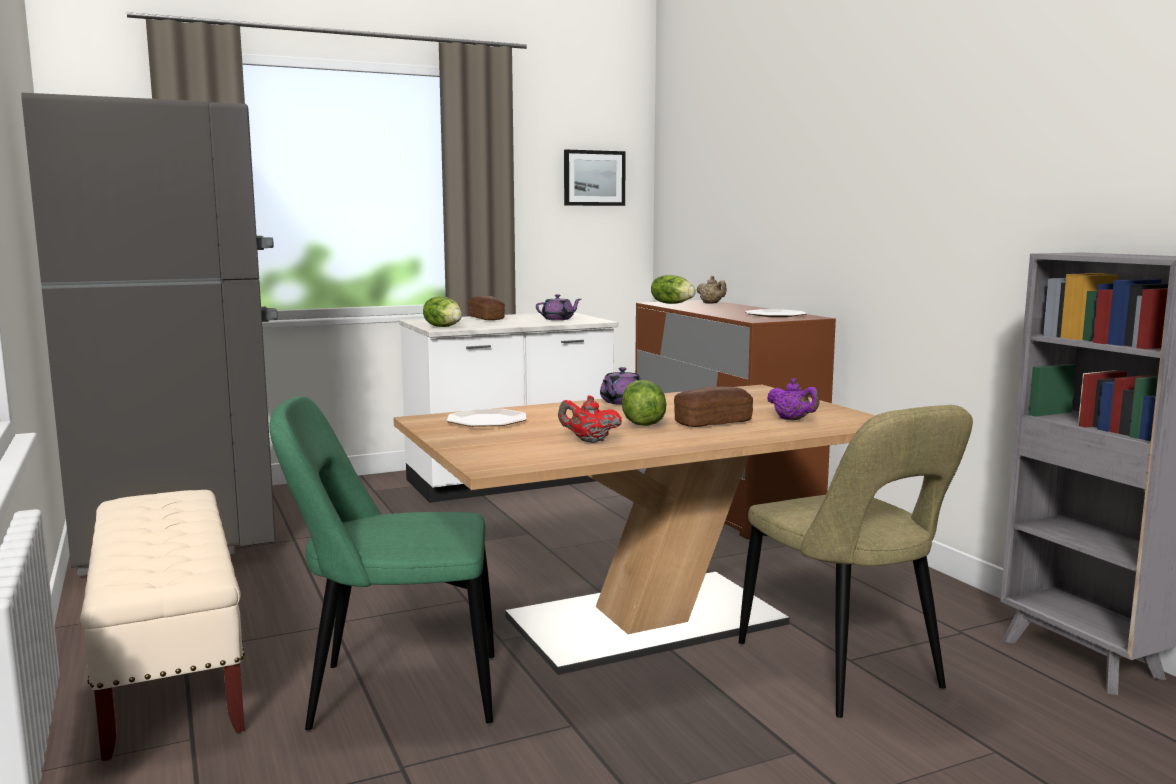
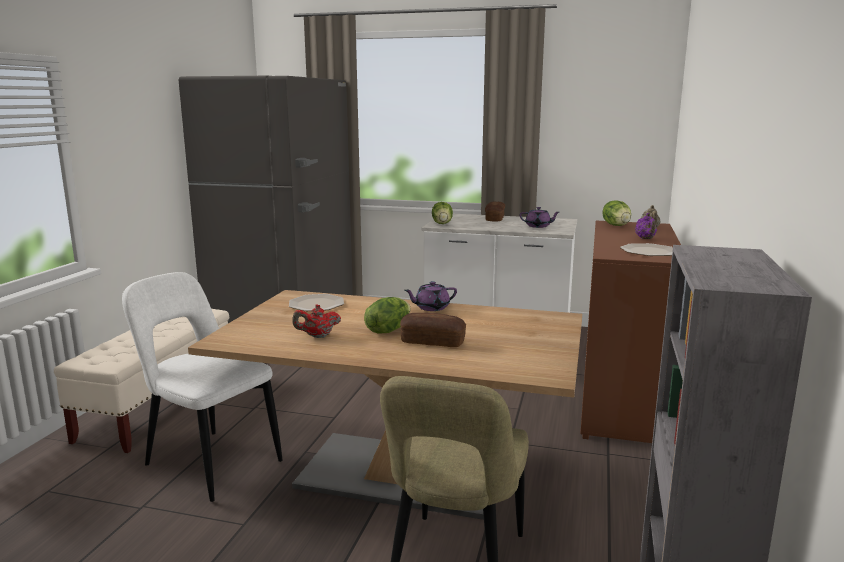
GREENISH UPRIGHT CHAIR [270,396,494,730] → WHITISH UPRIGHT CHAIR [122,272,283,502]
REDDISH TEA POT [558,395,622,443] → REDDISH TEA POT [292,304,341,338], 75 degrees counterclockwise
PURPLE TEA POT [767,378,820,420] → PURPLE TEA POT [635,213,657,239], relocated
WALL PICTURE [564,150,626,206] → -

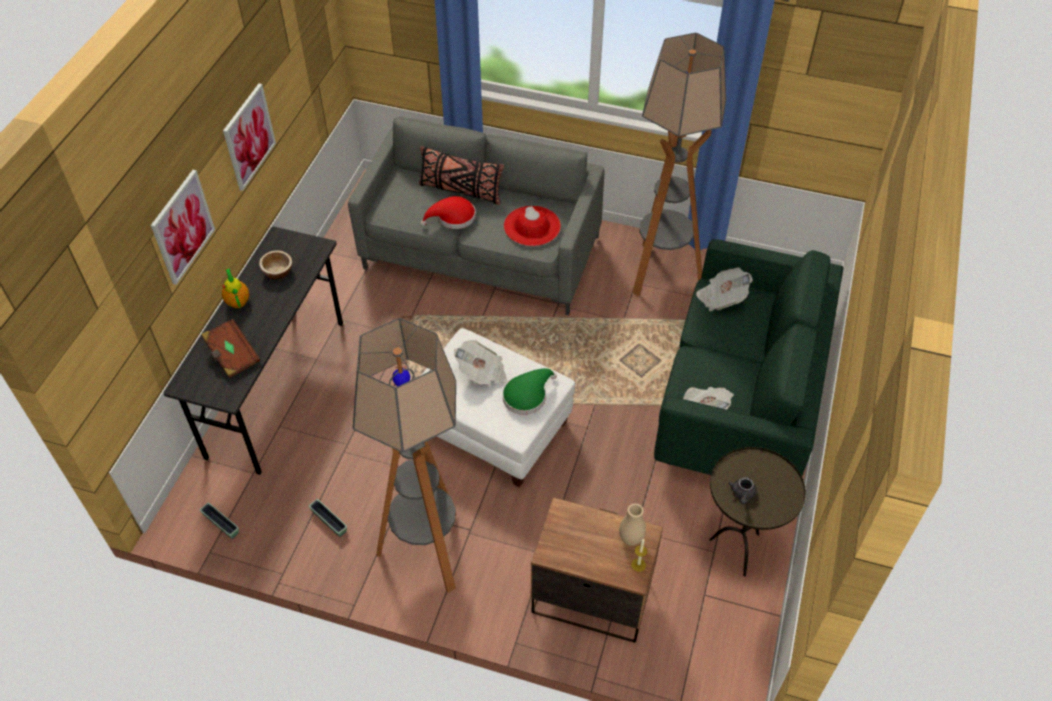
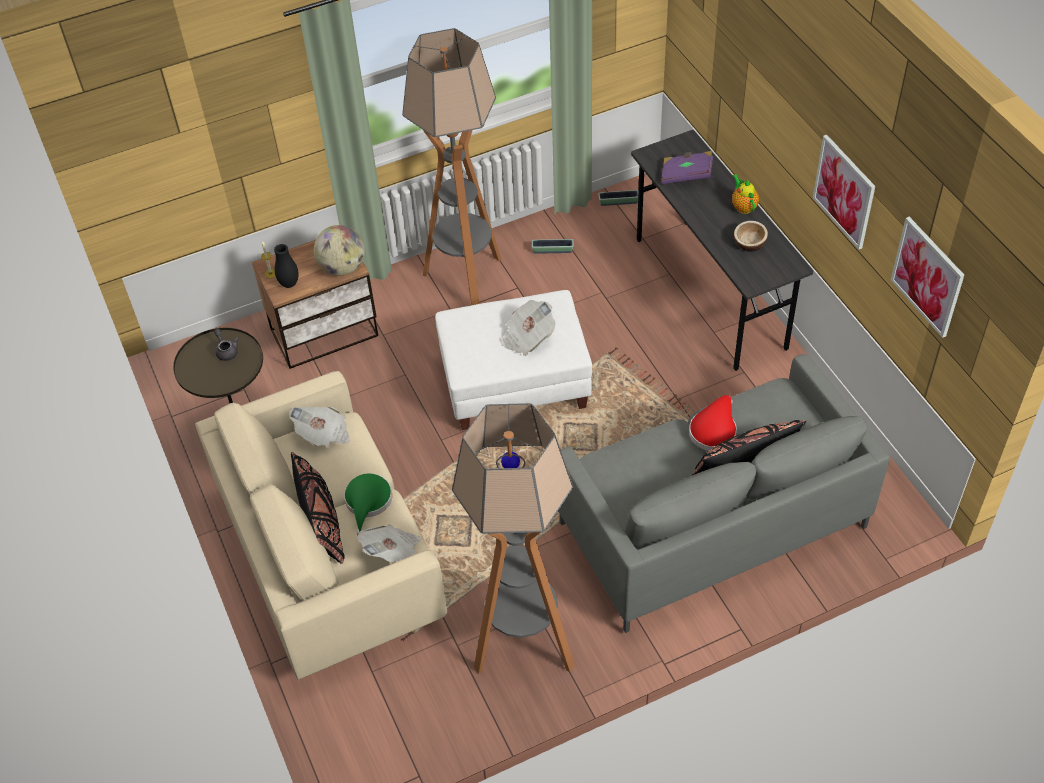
GREENISH SOFA [654,239,843,476] → BEIGE SOFA [195,371,447,680]
BEIGE FLOWER VASE [619,503,646,546] → BLACK FLOWER VASE [274,244,299,288]
- → BLACK THROW PILLOW [291,452,345,564]
- → DESK GLOBE [314,225,365,276]
GREENISH HAT [503,368,557,415] → GREENISH HAT [344,474,392,535], relocated
BROWNISH BOUND BOOK [201,319,260,378] → PURPLE BOUND BOOK [661,151,713,184]
TEA POT [222,268,249,308] → TEA POT [732,174,759,214], 135 degrees counterclockwise
WALL PICTURE [151,170,215,285] → WALL PICTURE [891,217,964,338], relocated
REDDISH HAT [504,206,561,246] → -

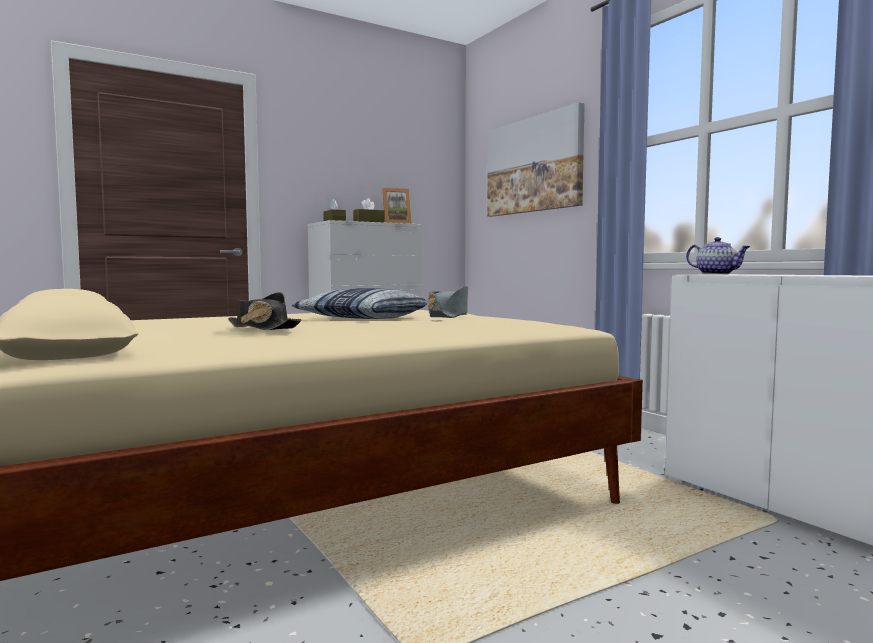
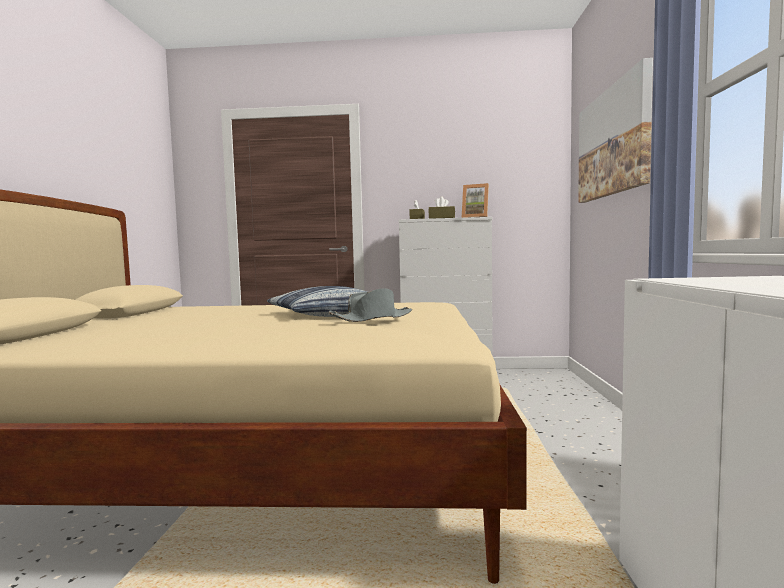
BLACK HAT [228,292,302,330] → -
TEA POT [686,237,750,274] → -

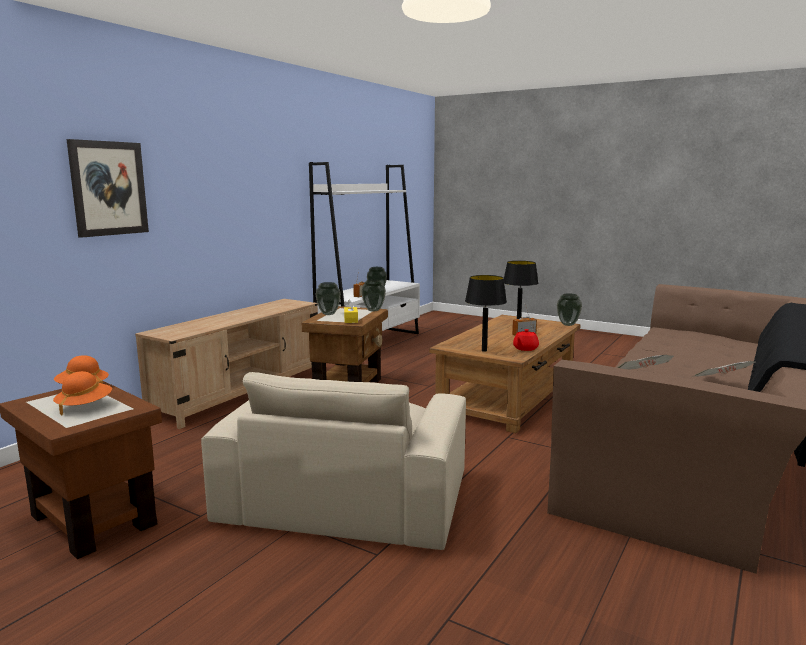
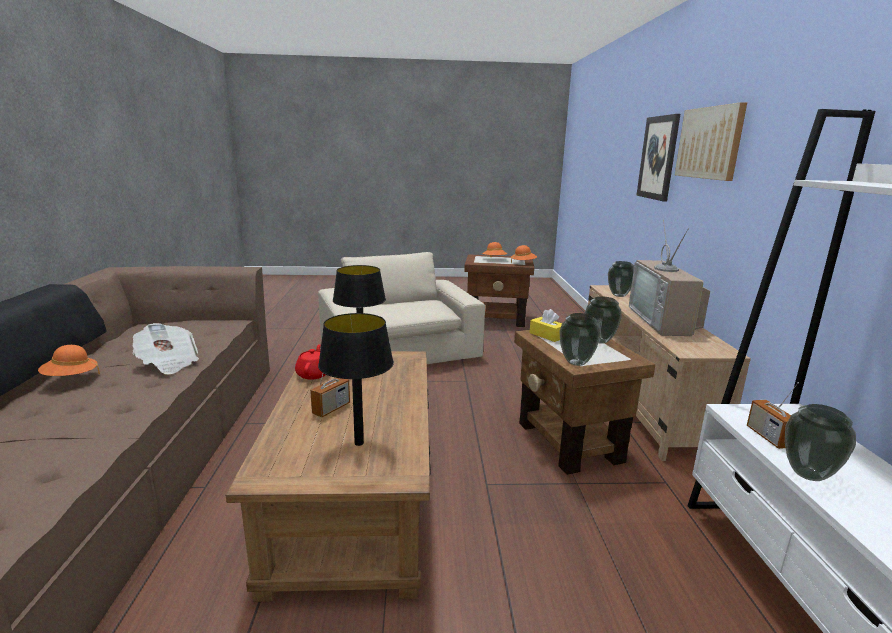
DAILY PAPER [692,361,756,377] → ORANGE HAT [38,345,100,376]
FLOWER VASE [557,294,582,326] → FLOWER VASE [608,261,634,297], relocated
- → TELEVISION [629,220,710,336]
- → WALL PICTURE [675,102,747,181]

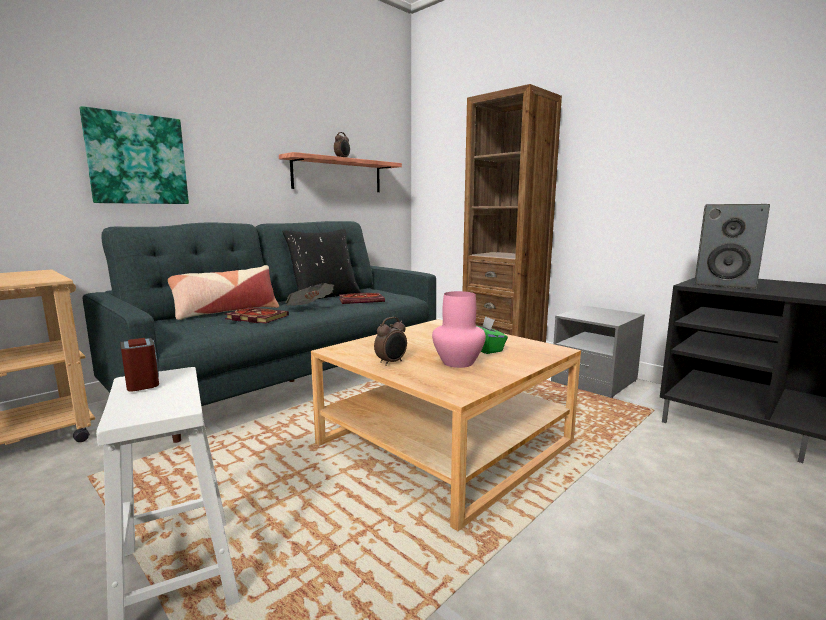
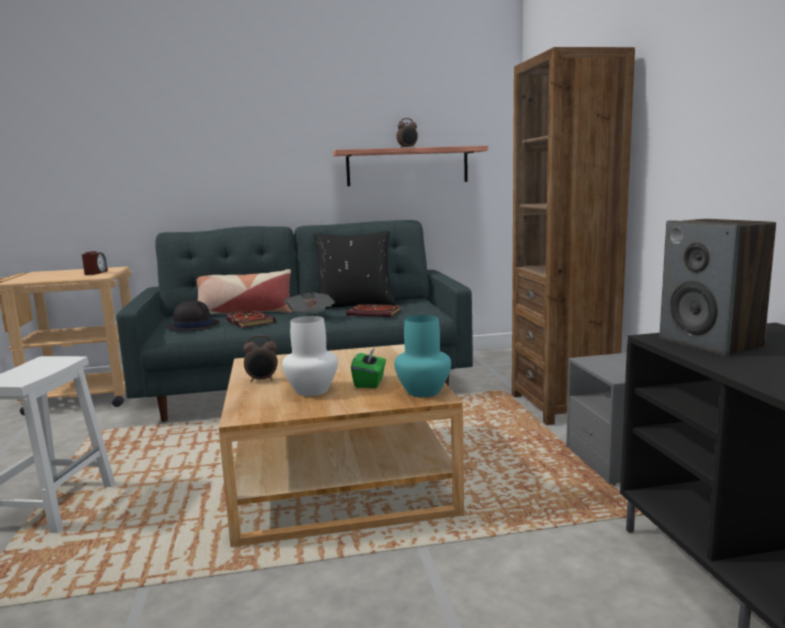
ALARM CLOCK [120,338,159,391] → ALARM CLOCK [82,251,108,275], relocated
- → BLACK HAT [166,300,220,331]
PINK FLOWER VASE [432,291,486,368] → WHITISH FLOWER VASE [282,316,338,396]
- → TURQUOISE-COLOURED FLOWER VASE [394,315,451,397]
WALL PICTURE [80,106,189,204] → -

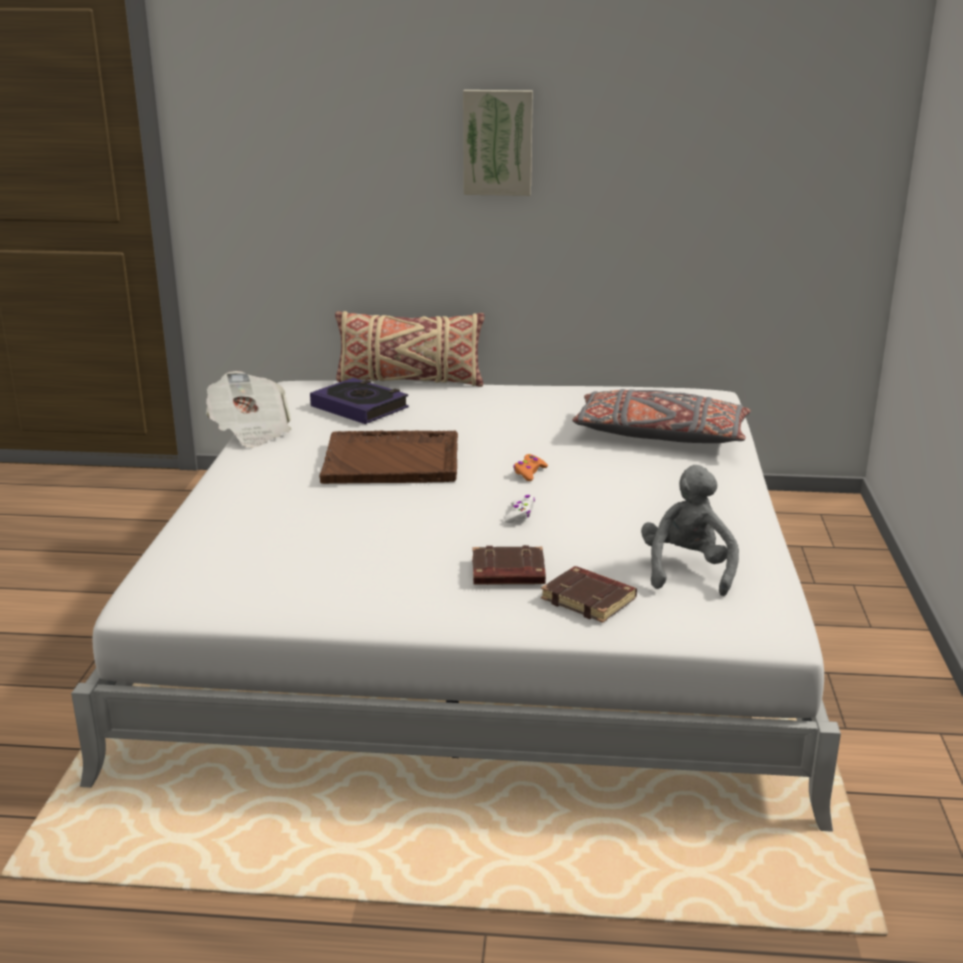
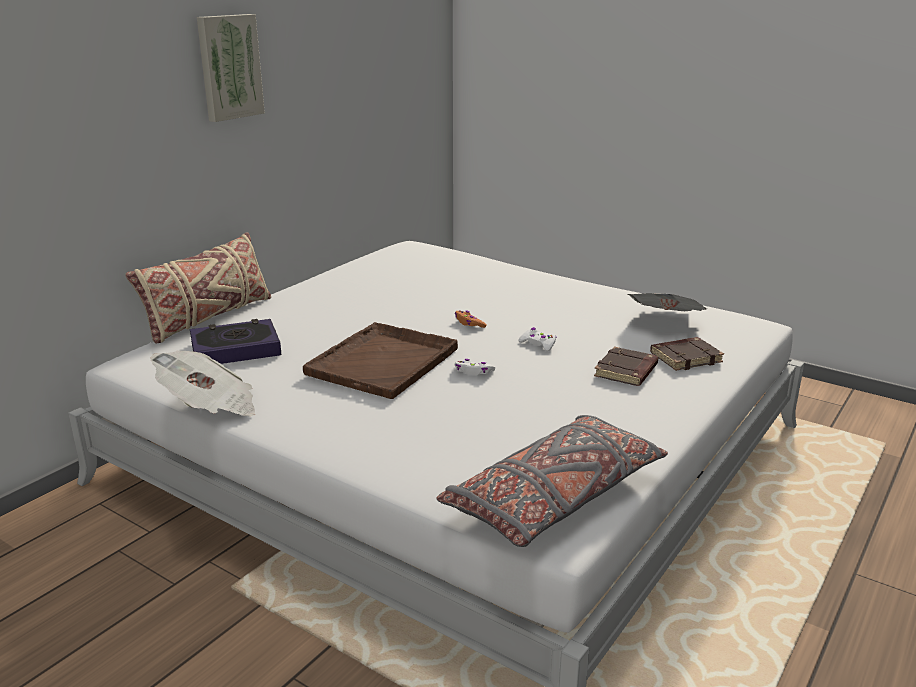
GRAY THROW PILLOW [573,389,751,443] → GRAY THROW PILLOW [436,415,668,547], relocated
- → WHITISH GAME CONTROLLER [455,359,495,375]
GRAY PLUSH TOY [641,465,739,596] → DAILY PAPER [628,293,707,311]

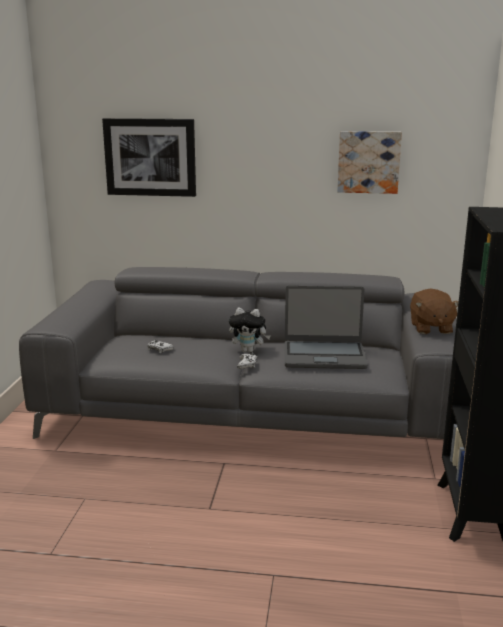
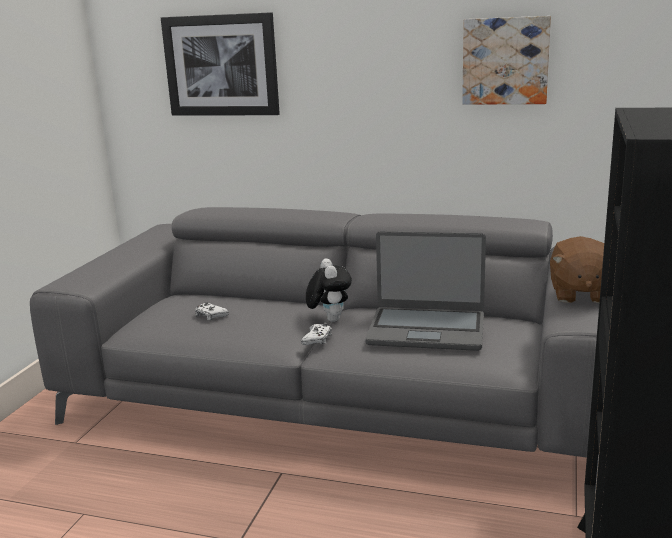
PLUSH TOY [229,308,270,353] → PLUSH TOY [306,258,352,322], 120 degrees counterclockwise

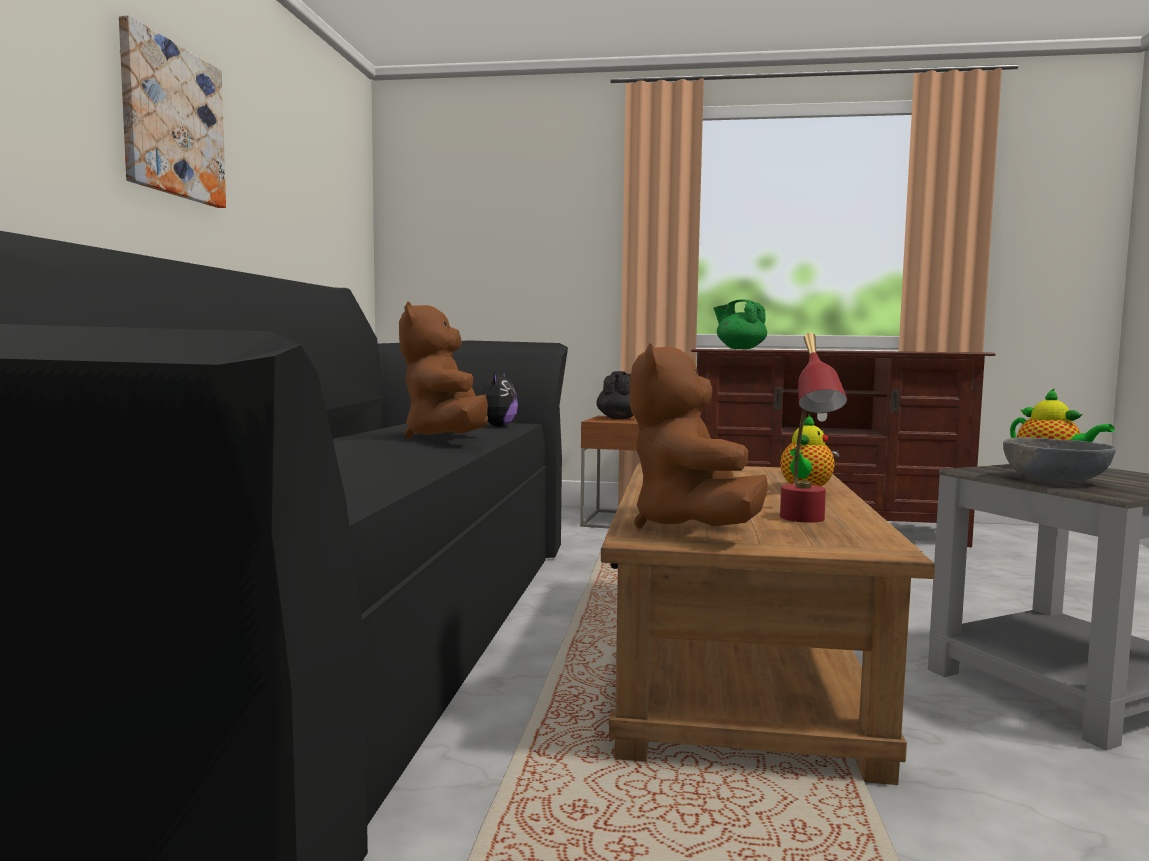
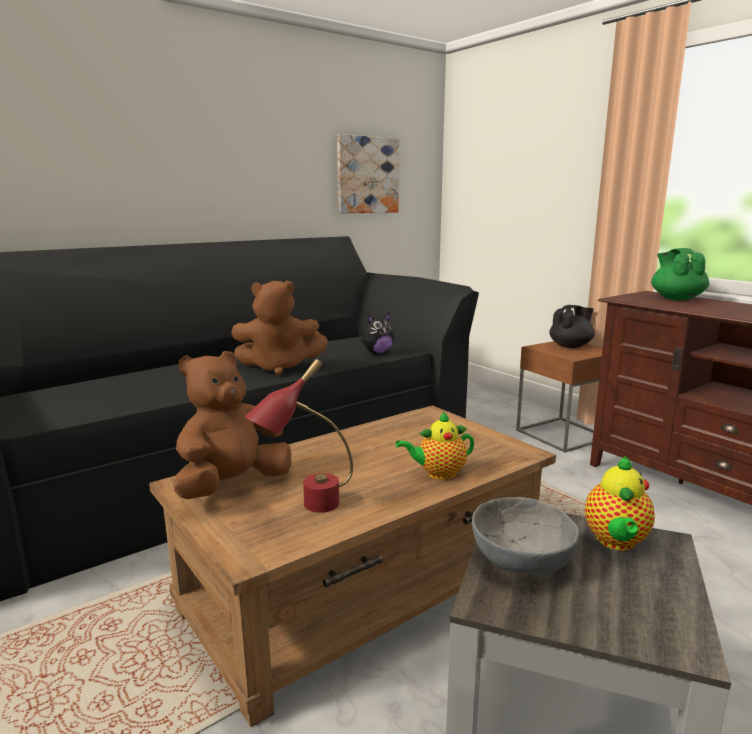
BROWNISH PLUSH TOY [399,302,488,438] → BROWNISH PLUSH TOY [231,281,328,375], 135 degrees counterclockwise
WALL PICTURE [119,15,226,208] → WALL PICTURE [337,134,399,214], relocated

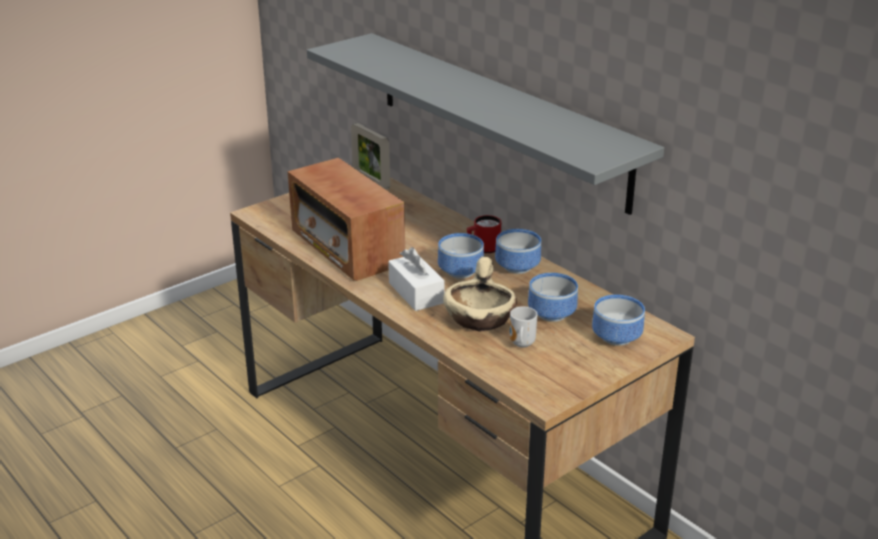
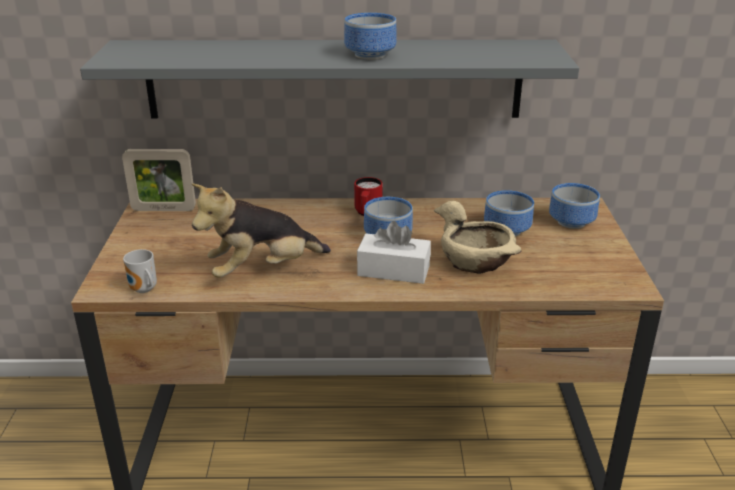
MUG [510,306,538,348] → MUG [123,249,157,293], relocated
RADIO SET [287,158,405,281] → PLUSH TOY [192,183,331,278]
SERVING BOWL [495,229,541,274] → SERVING BOWL [344,13,396,60], relocated

